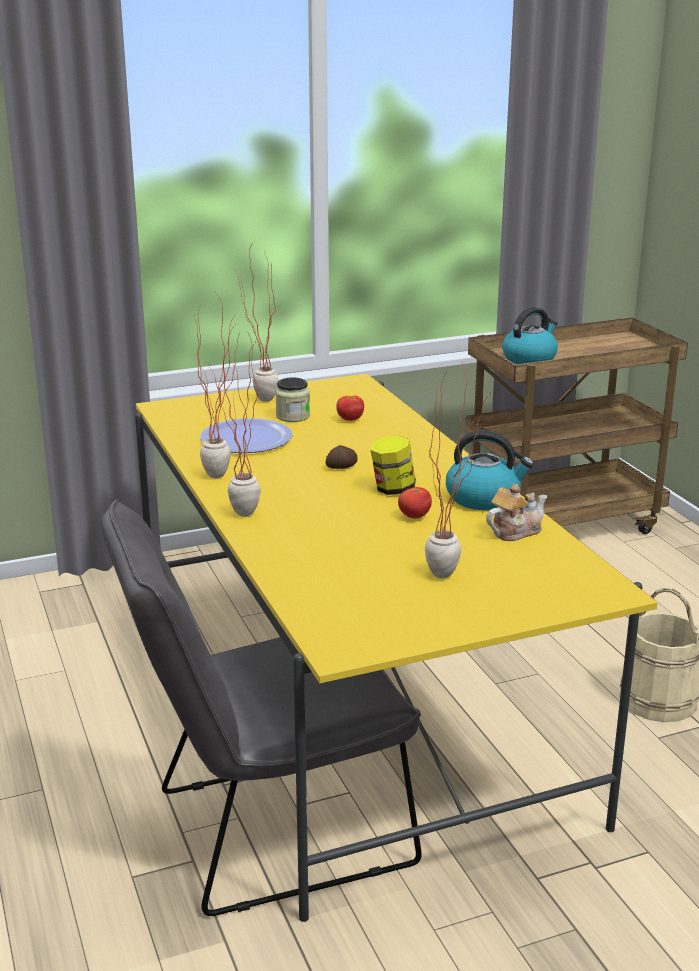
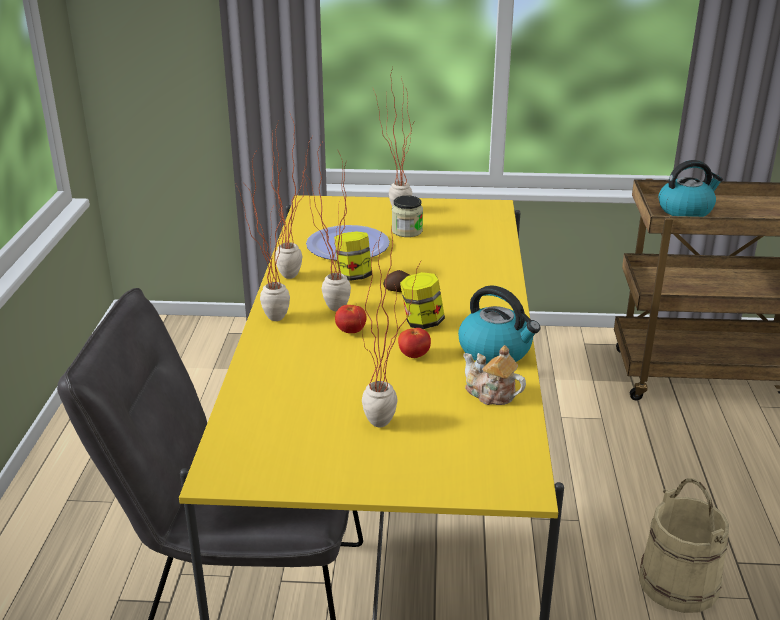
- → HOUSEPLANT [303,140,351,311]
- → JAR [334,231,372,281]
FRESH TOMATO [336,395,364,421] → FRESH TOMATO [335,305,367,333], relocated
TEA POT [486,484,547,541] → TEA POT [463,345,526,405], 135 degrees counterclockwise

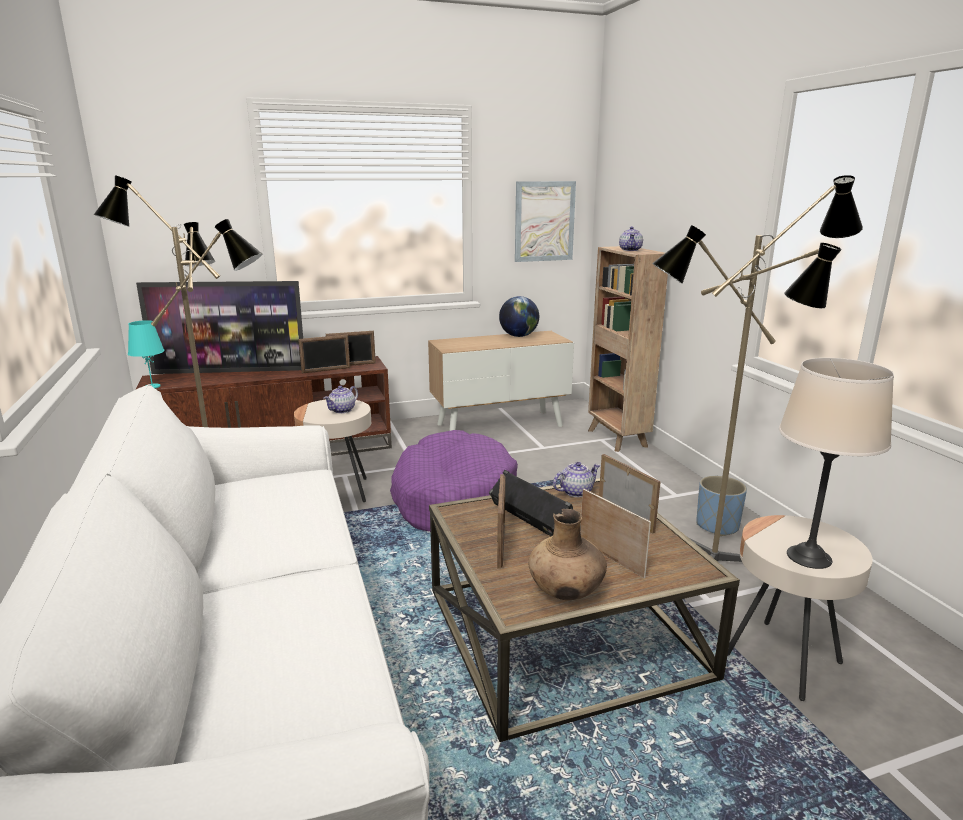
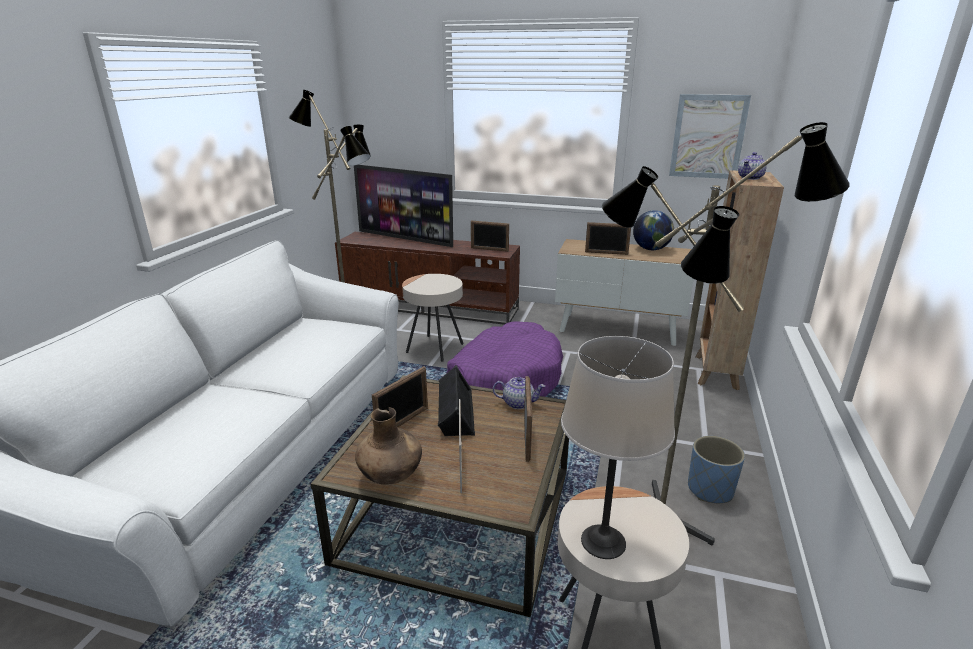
PICTURE FRAME [298,334,350,373] → PICTURE FRAME [585,222,631,255], relocated
TURQUOISE-COLOURED TABLE LAMP [128,320,165,388] → -
TEA POT [324,386,358,413] → -

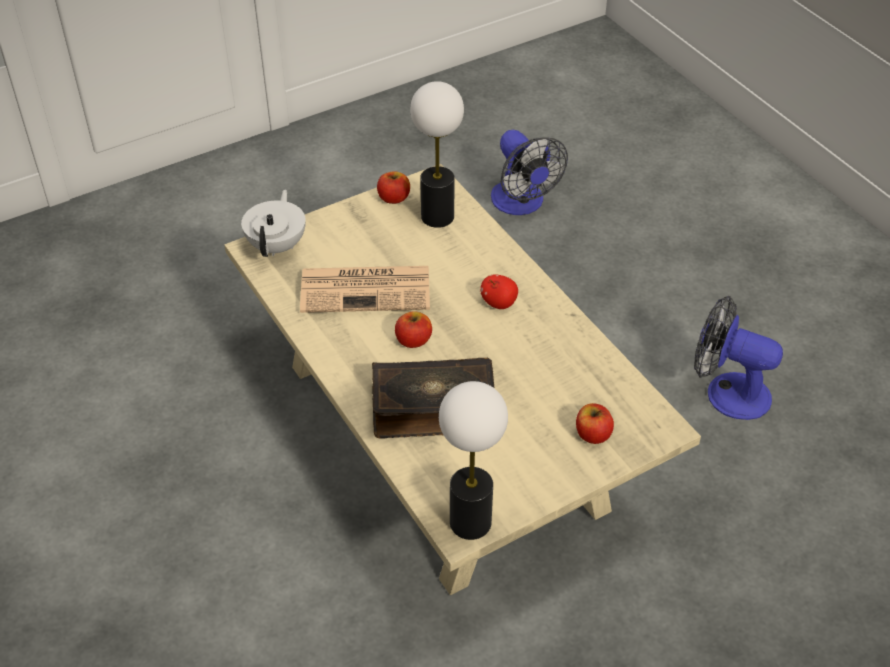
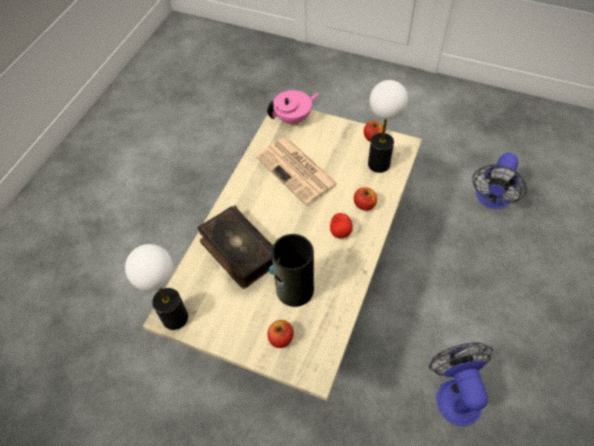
WHITISH TEA POT [241,189,306,257] → PINK TEA POT [267,90,319,125]
- → FLOWER VASE [269,234,314,307]
APPLE [395,311,432,348] → APPLE [354,187,377,211], relocated

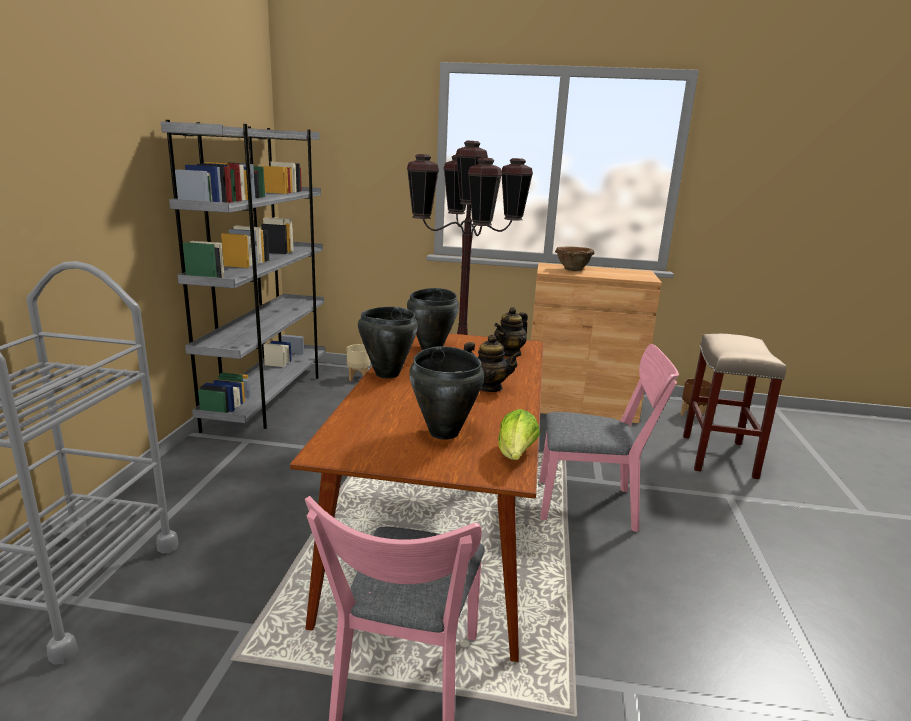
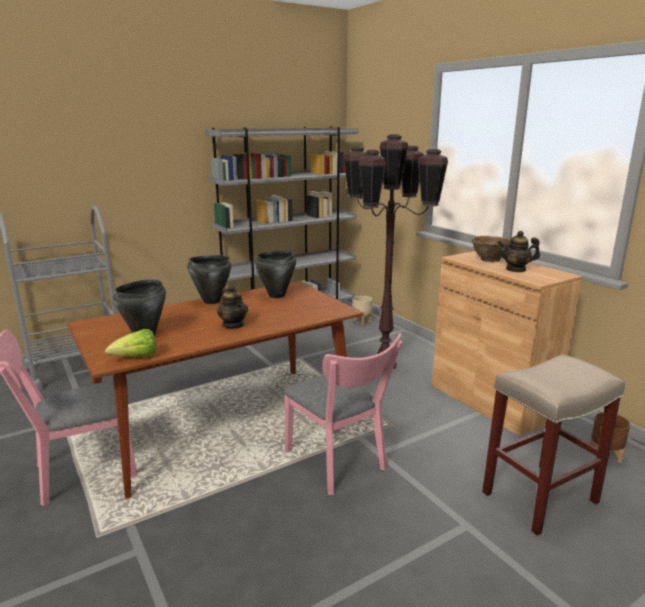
TEA POT [494,307,528,357] → TEA POT [498,231,540,272], relocated

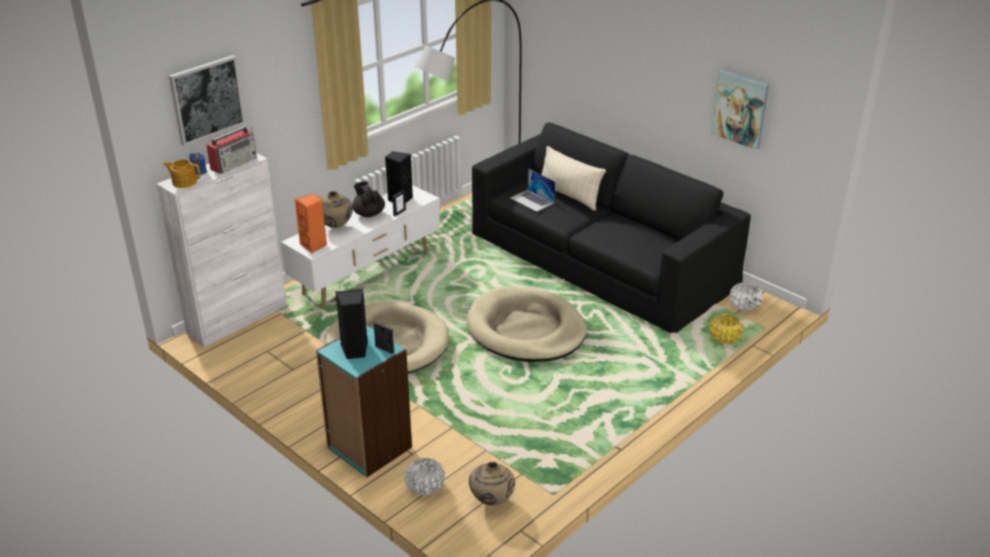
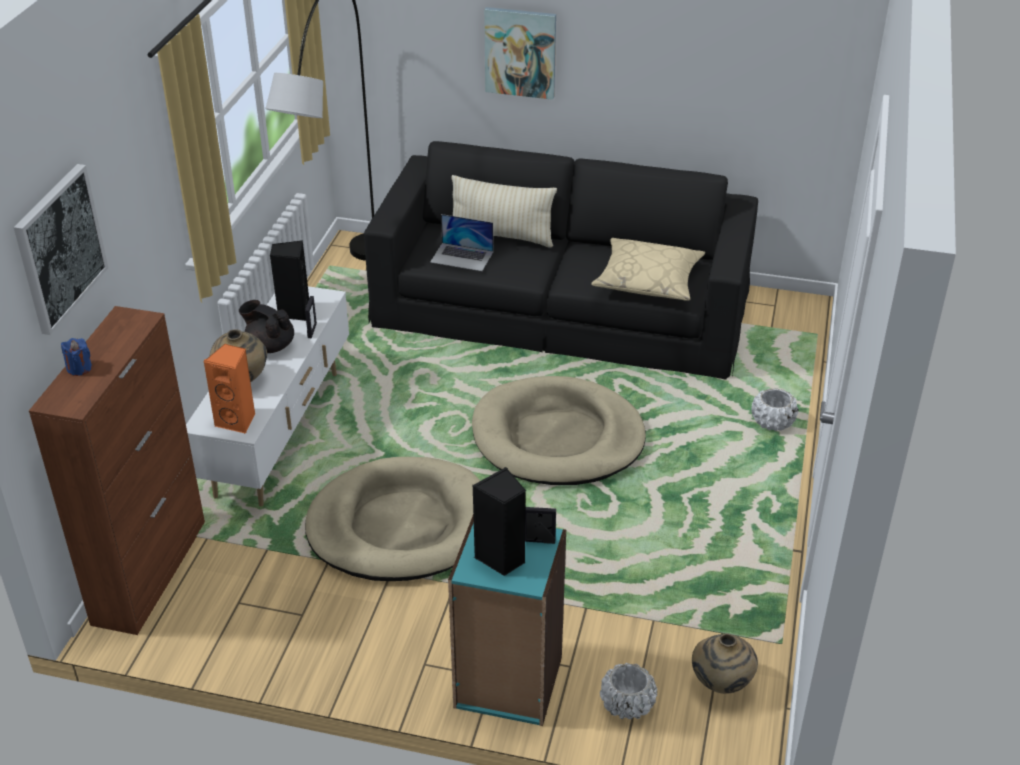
WHITISH STORAGE CABINET [157,153,287,347] → BROWNISH STORAGE CABINET [29,306,205,635]
WALL PICTURE [711,70,769,150] → WALL PICTURE [484,7,556,100], relocated
- → BEIGE THROW PILLOW [591,238,705,301]
WHITISH PLANT POT [730,282,762,311] → WHITISH PLANT POT [751,388,799,431], relocated
TEA POT [163,159,201,188] → -
RADIO SET [206,126,257,174] → -
YELLOW-COLOURED PLANT POT [709,313,744,344] → -

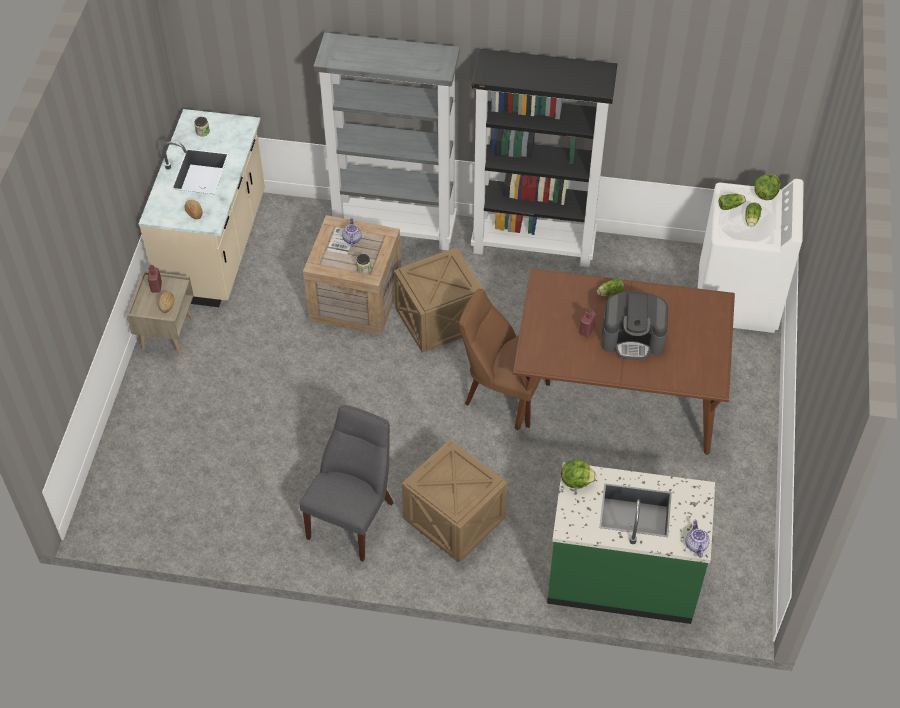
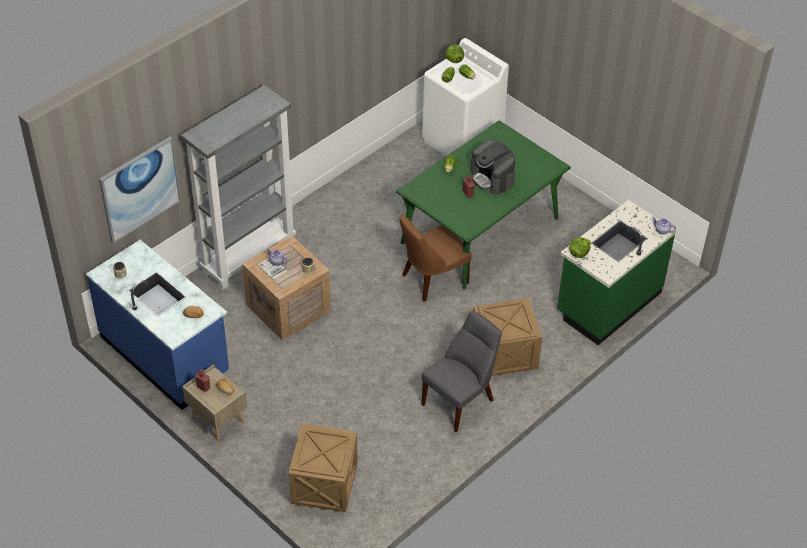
BEIGE KITCHEN BASE UNIT [139,109,265,307] → BLUISH KITCHEN BASE UNIT [86,240,229,410]
- → WALL PICTURE [99,137,181,243]
SHIPPING CRATE [394,247,485,353] → SHIPPING CRATE [289,424,357,512], relocated
BROWNISH KITCHEN TABLE [513,268,735,455] → GREENISH KITCHEN TABLE [396,120,571,290]
GRAY UPRIGHT CHAIR [300,405,394,561] → GRAY UPRIGHT CHAIR [421,311,502,432], 75 degrees clockwise
COFFEE MAKER [602,291,668,360] → COFFEE MAKER [470,139,515,195], 105 degrees clockwise
BLACK BOOKSHELF [471,49,617,267] → -

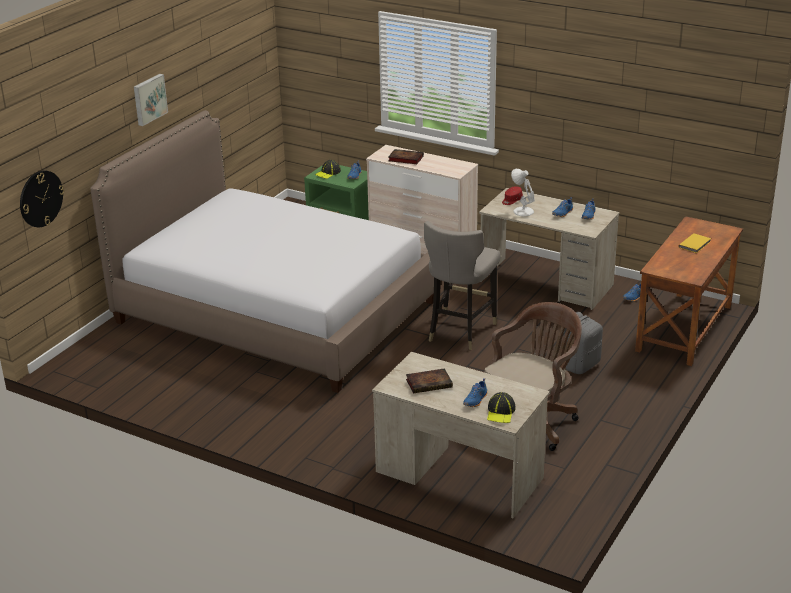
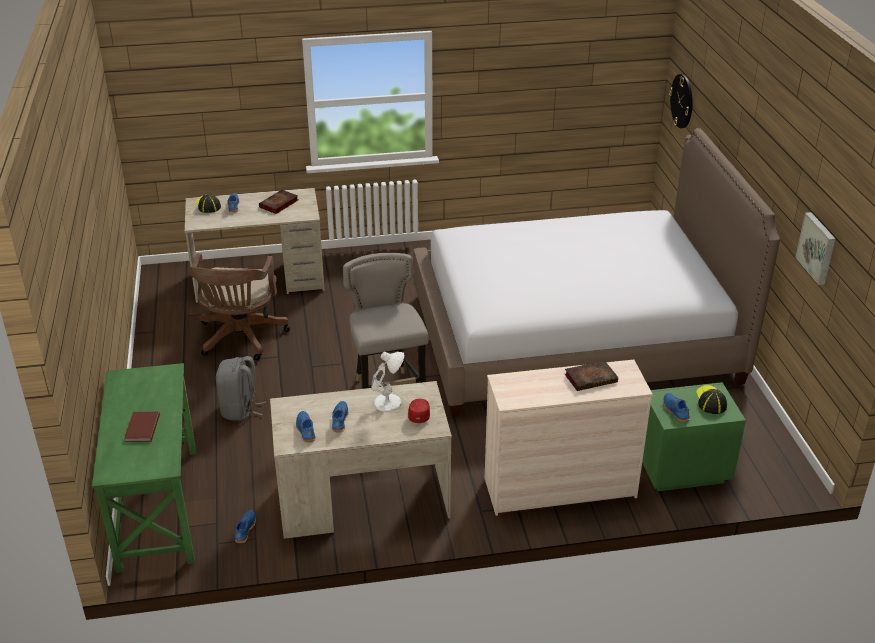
BROWNISH DESK UNIT [635,216,743,366] → GREENISH DESK UNIT [92,363,196,573]
YELLOW-COLOURED BOUND BOOK [679,233,711,253] → BROWNISH BOUND BOOK [124,412,160,442]
WALL PICTURE [134,74,168,126] → WALL PICTURE [795,212,836,285], relocated

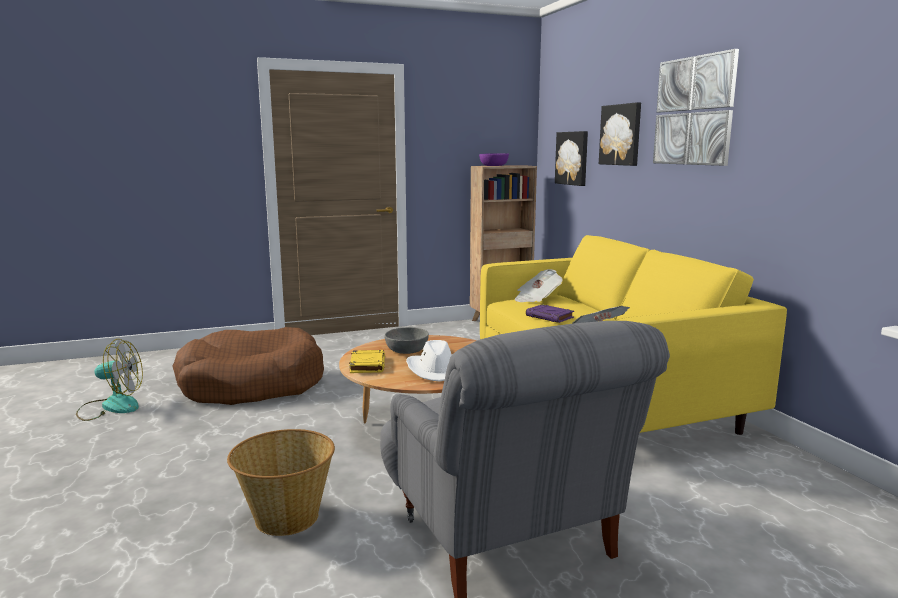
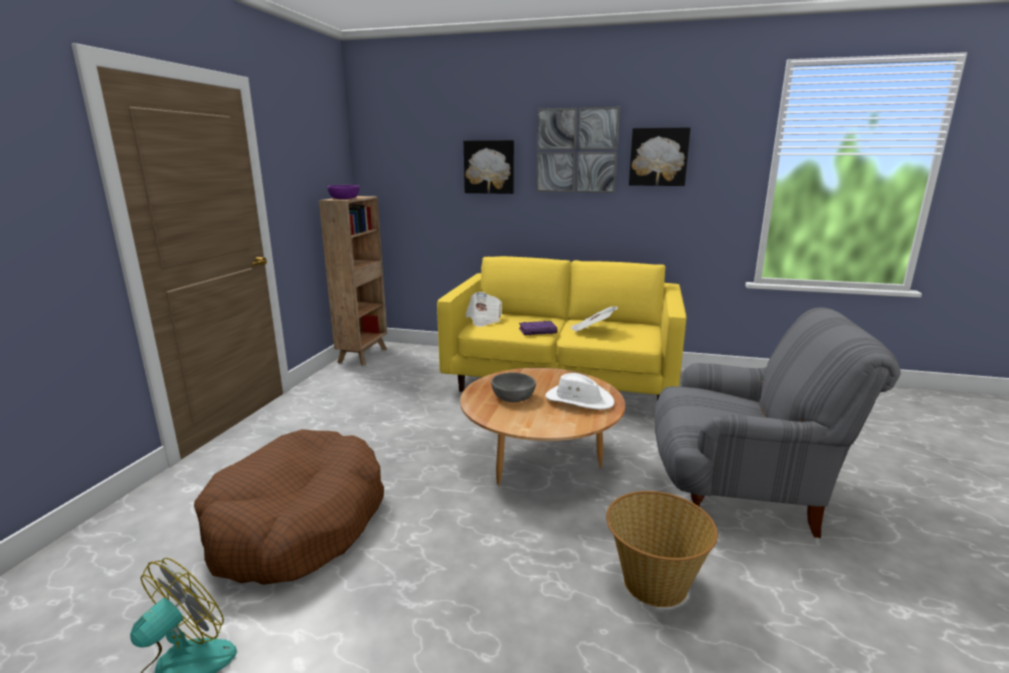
WALL PICTURE [555,131,588,186] → WALL PICTURE [629,128,691,186], relocated
YELLOW-COLOURED BOUND BOOK [349,350,385,373] → -

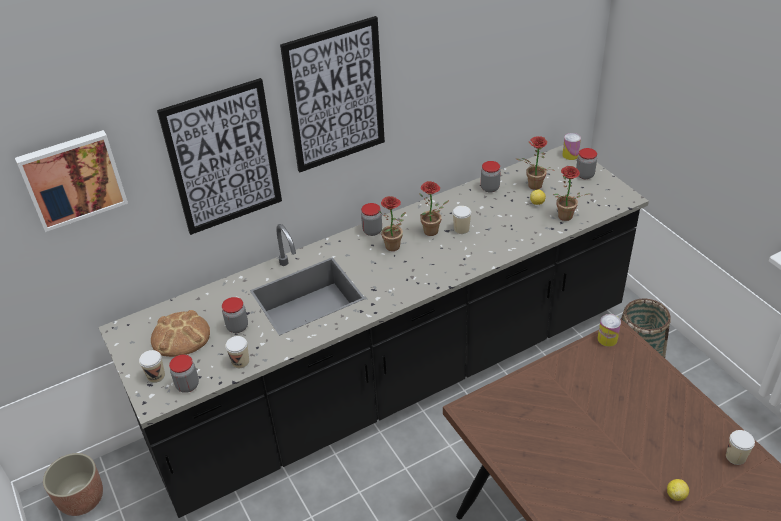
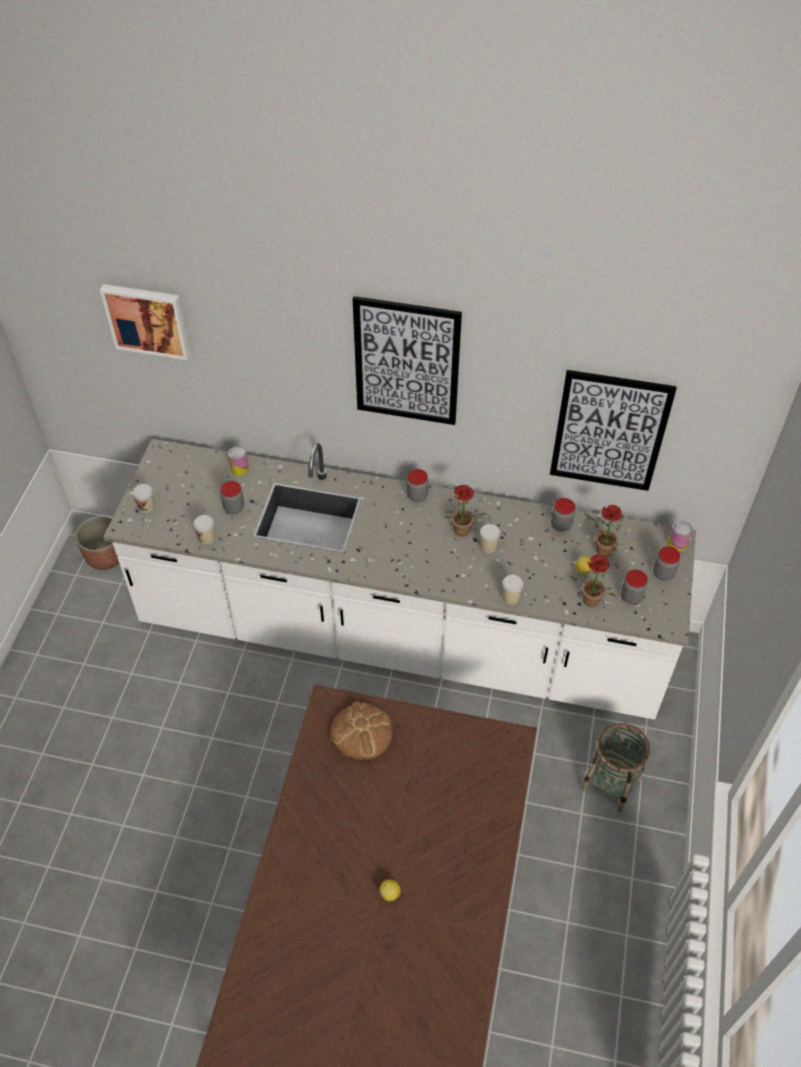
BLACK KITCHEN BASE UNIT [99,145,649,518] → WHITISH KITCHEN BASE UNIT [104,439,696,720]
CAN [598,314,621,347] → CAN [228,446,249,476], relocated
BAKERY BREAD [151,310,210,357] → BAKERY BREAD [330,702,393,759], relocated
SMALL CUP [726,430,755,465] → SMALL CUP [502,575,523,605], relocated
WALL PICTURE [157,78,282,235] → WALL PICTURE [550,370,677,491], relocated
JAR [169,355,199,393] → JAR [621,570,648,604], relocated
HOUSEPLANT [378,196,406,251] → -

